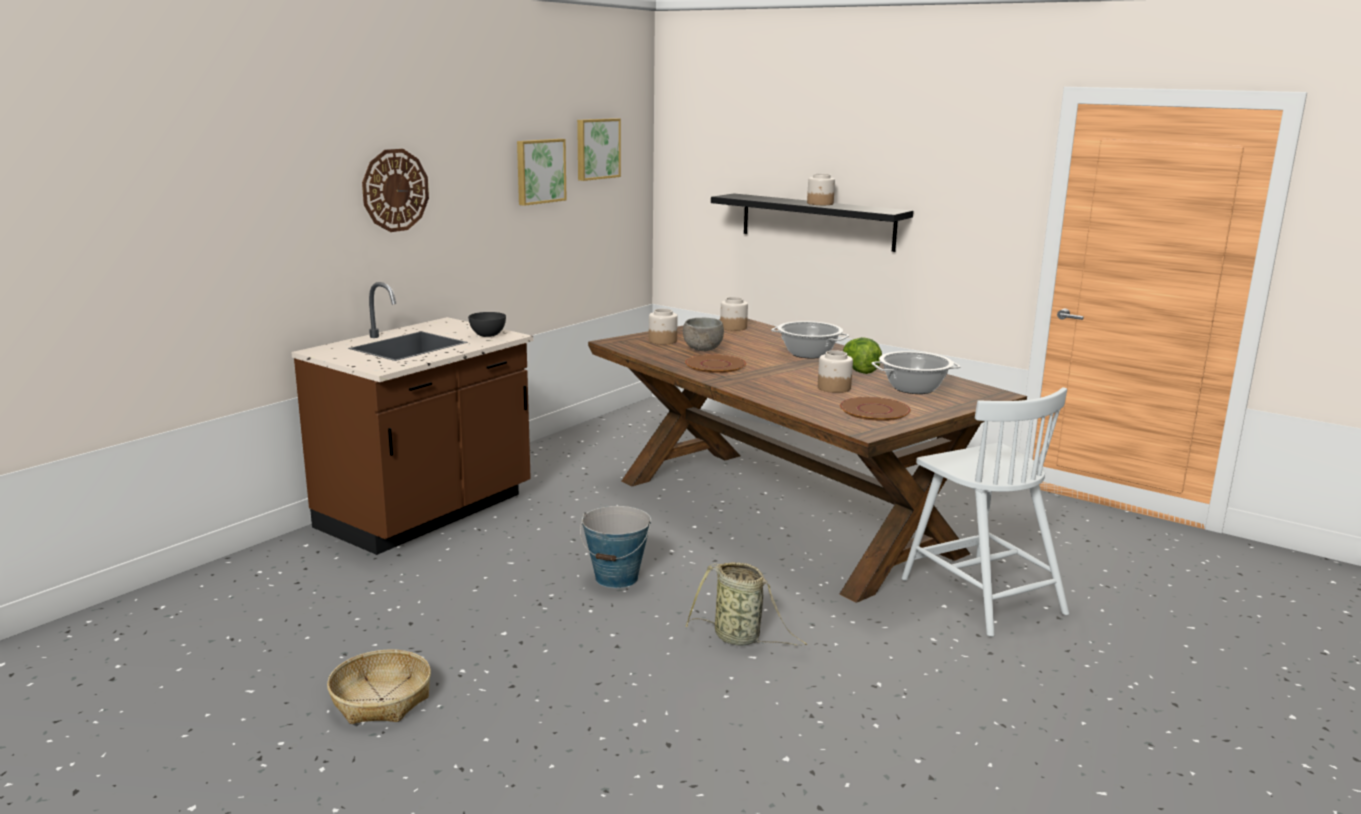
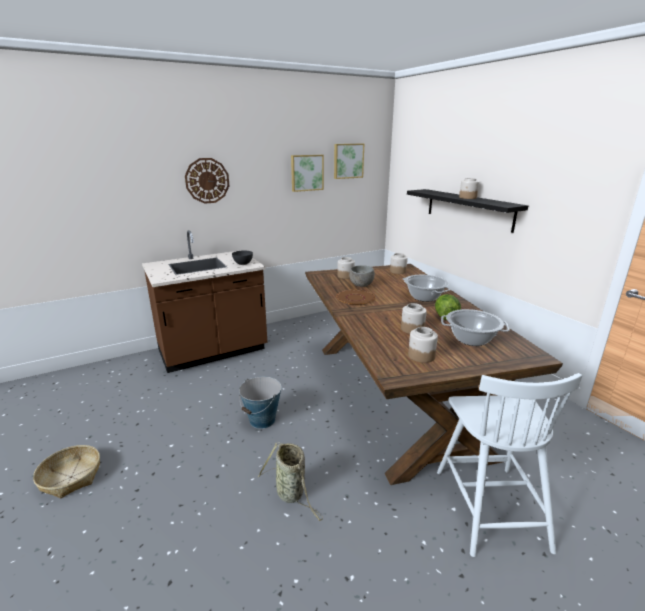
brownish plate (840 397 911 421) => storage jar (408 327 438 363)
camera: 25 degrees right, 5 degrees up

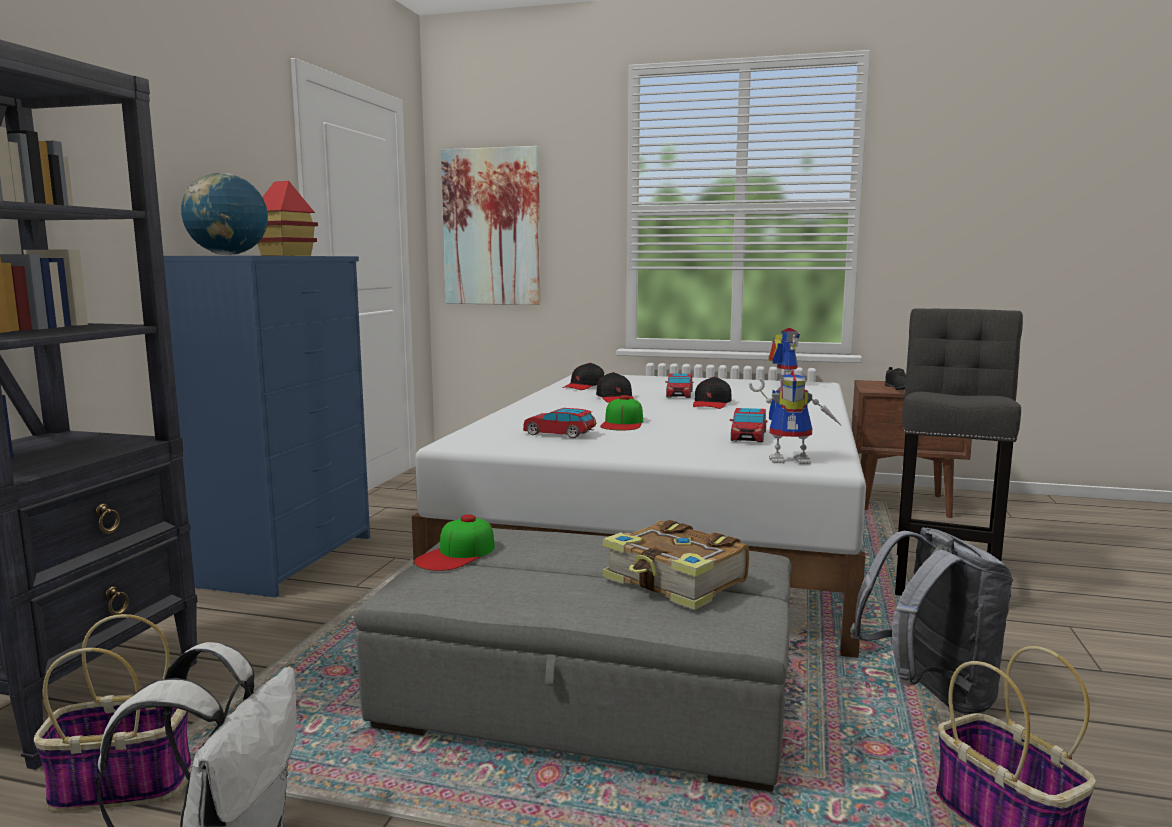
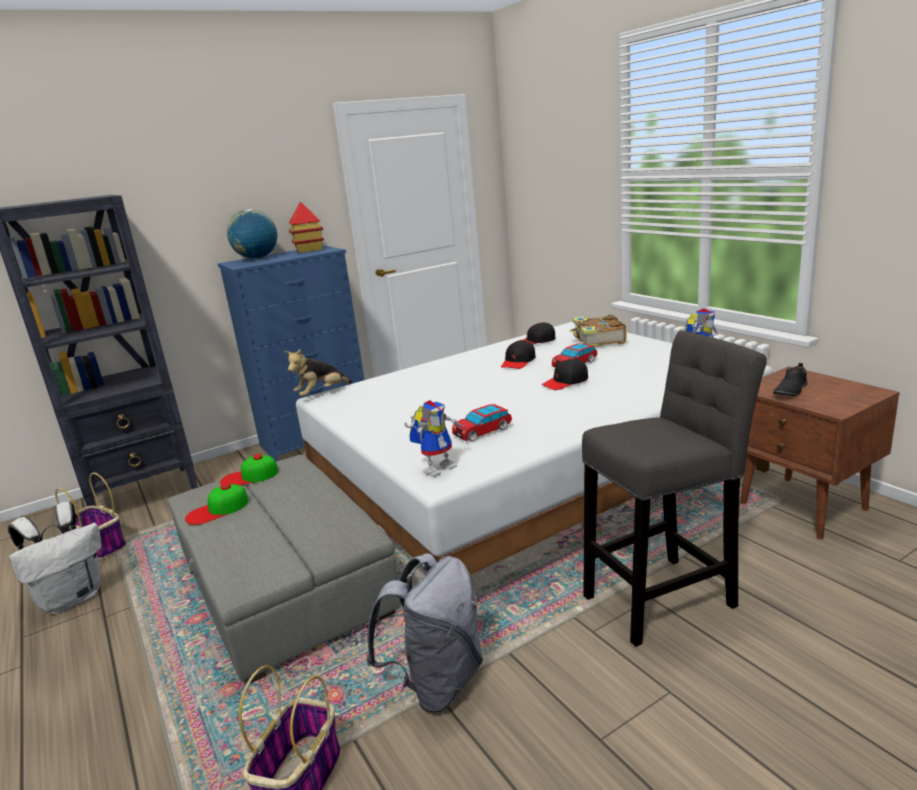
cap (600 395 643 430) => cap (185 483 249 525), move
nothing => plush toy (284 349 353 397)
robot figure (749 370 843 464) => robot figure (404 400 466 477), 90 degrees counterclockwise
bound book (603 520 749 610) => bound book (569 315 626 348), move
wall art (441 146 541 305) => nothing
miniature car (523 408 596 438) => nothing
camera: 45 degrees right, 10 degrees up

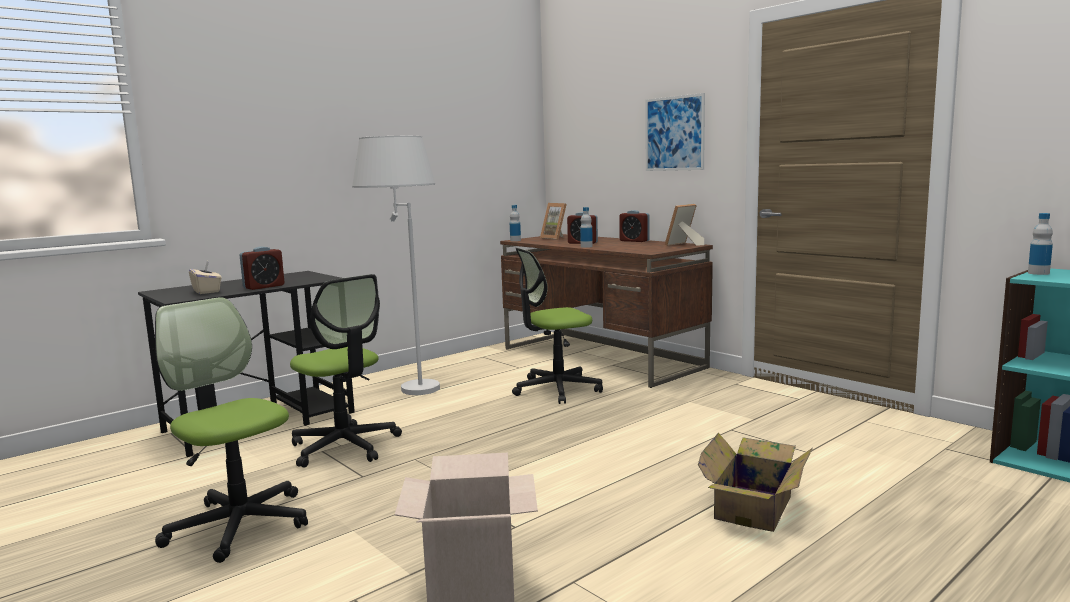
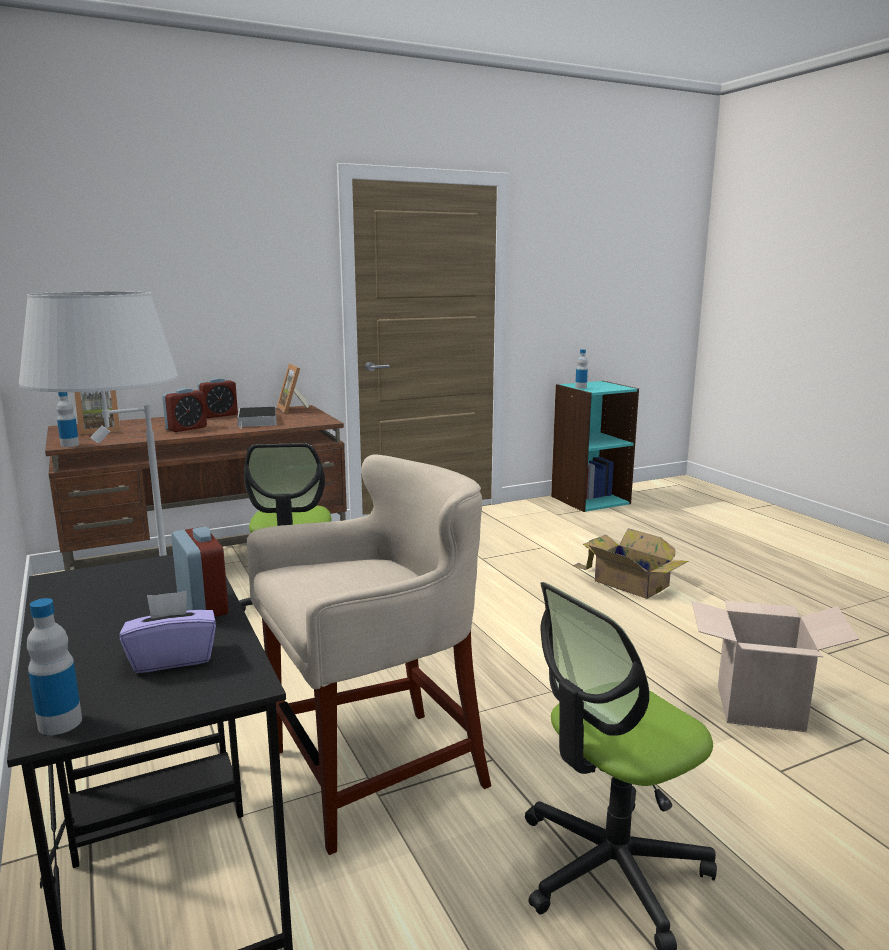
beverage bottle (580 207 593 248) => beverage bottle (27 598 82 735), move
beige tissue holder (189 261 222 294) => purple-coloured tissue holder (120 591 216 673)
nothing => bound book (237 407 277 429)
desk chair (290 274 402 468) => beige sitting stool (247 454 491 855)
wall art (645 93 705 171) => nothing
camera: 75 degrees left, 5 degrees up

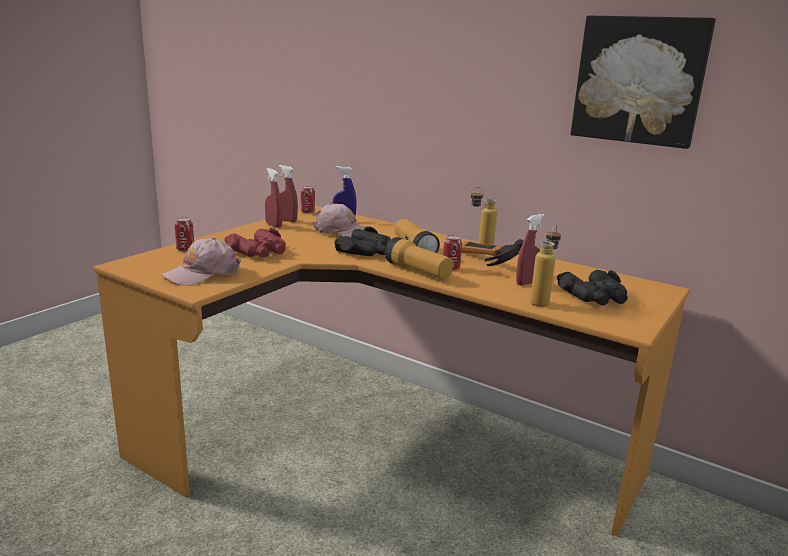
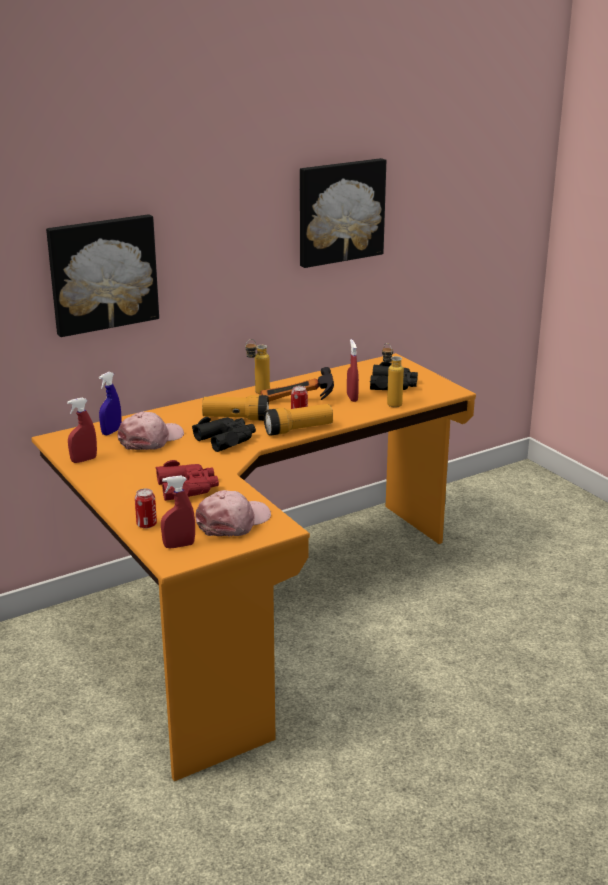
nothing => wall art (46 214 159 337)
red hand sprayer (265 168 282 228) => red hand sprayer (161 475 195 548), move
pink-coloured cap (161 237 241 286) => pink-coloured cap (195 490 271 536), 120 degrees counterclockwise
can (301 186 315 214) => nothing
camera: 65 degrees left, 5 degrees up

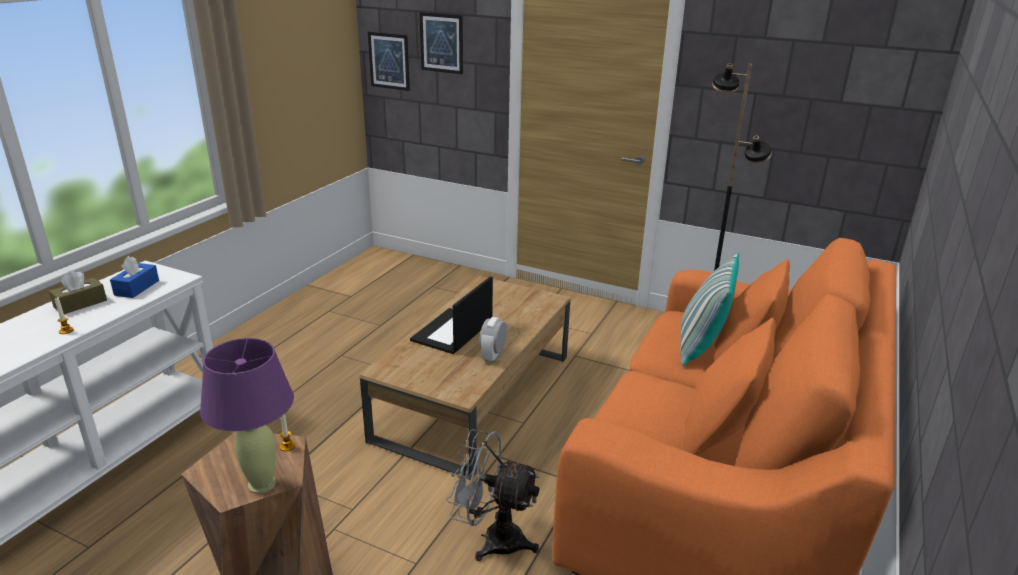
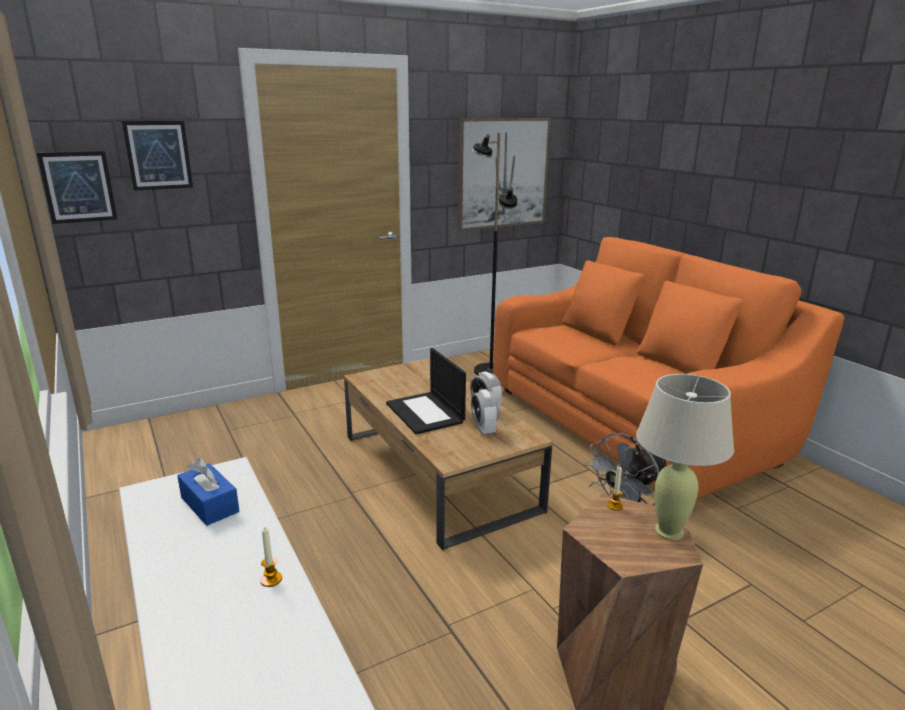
nothing => wall art (458 118 551 231)
nothing => bedside clock (471 389 499 435)
purple-coloured table lamp (200 338 294 494) => beige table lamp (636 374 734 541)
brownish tissue holder (49 270 107 314) => nothing
throw pillow (680 253 739 366) => nothing
camera: 55 degrees left, 5 degrees down

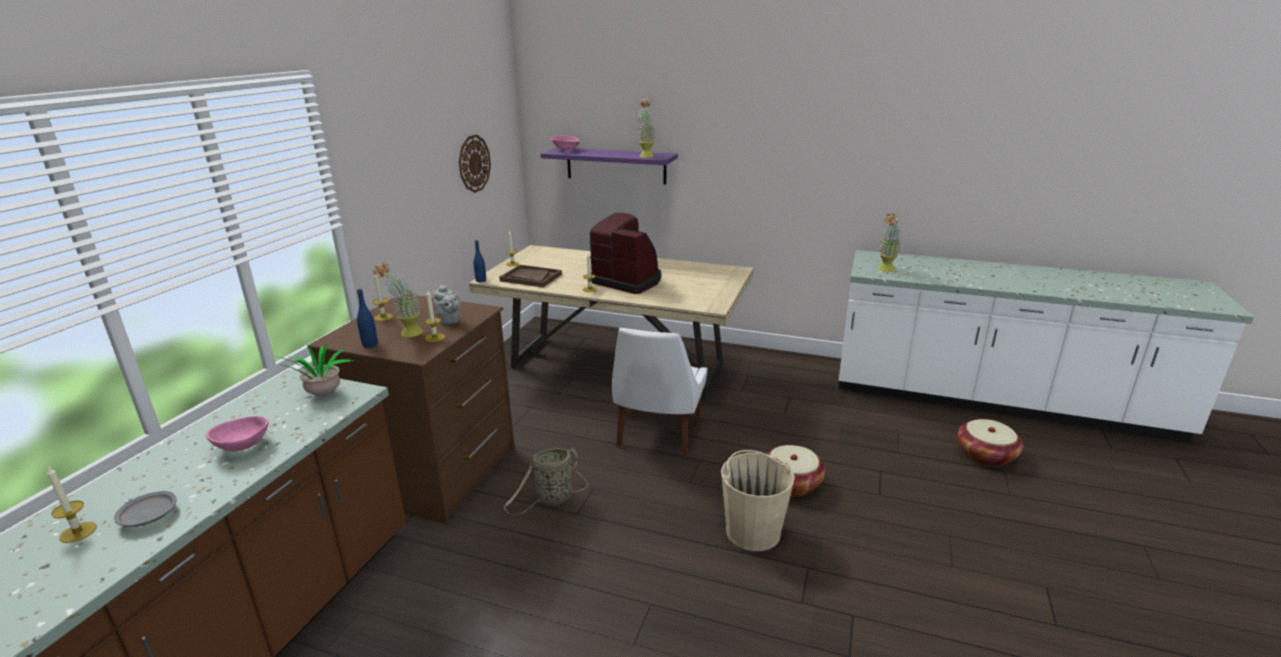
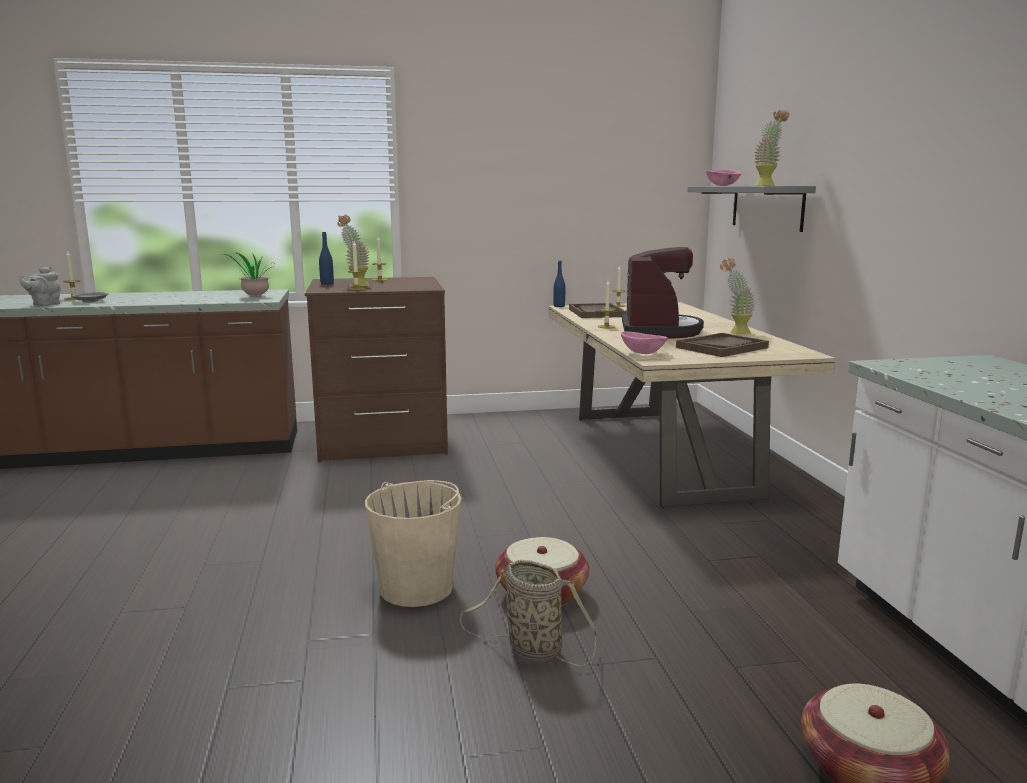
grey pot for tea (433 284 461 324) => grey pot for tea (20 267 60 306), move
household basket (503 448 588 515) => household basket (460 560 597 666), move
pink-coloured bowl (205 416 269 451) => pink-coloured bowl (621 331 668 354), move
nothing => brownish serving tray (676 333 769 357)
purple-coloured wall shelf (541 147 678 185) => grey wall shelf (688 186 816 232)
houseplant (878 214 901 272) => houseplant (720 258 755 335), move
hanging clock (459 134 491 193) => nothing
white-coloured plain chair (612 328 707 457) => nothing
camera: 60 degrees right, 10 degrees down

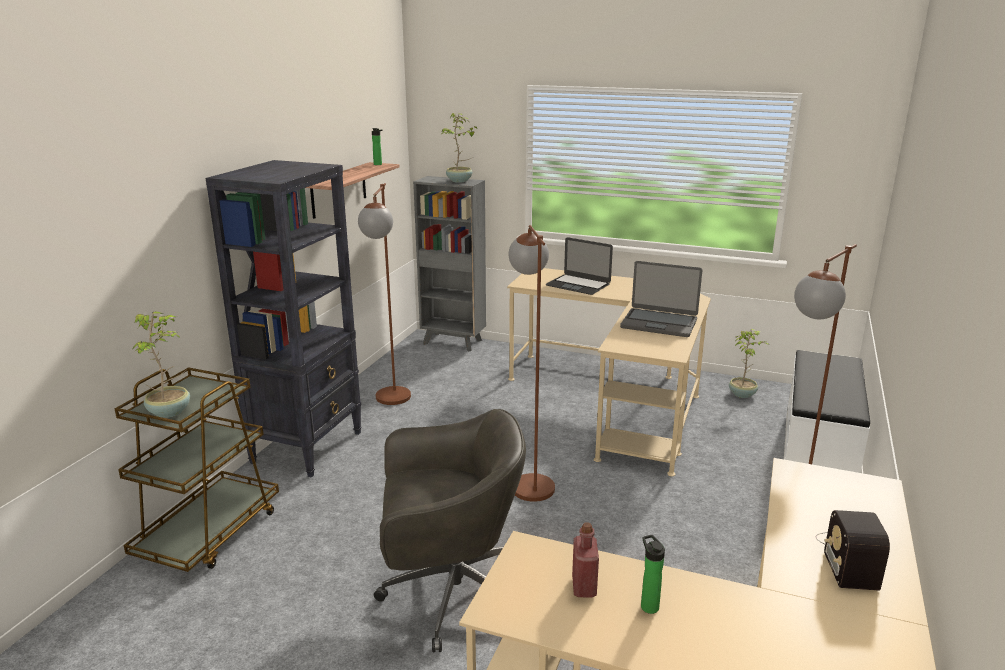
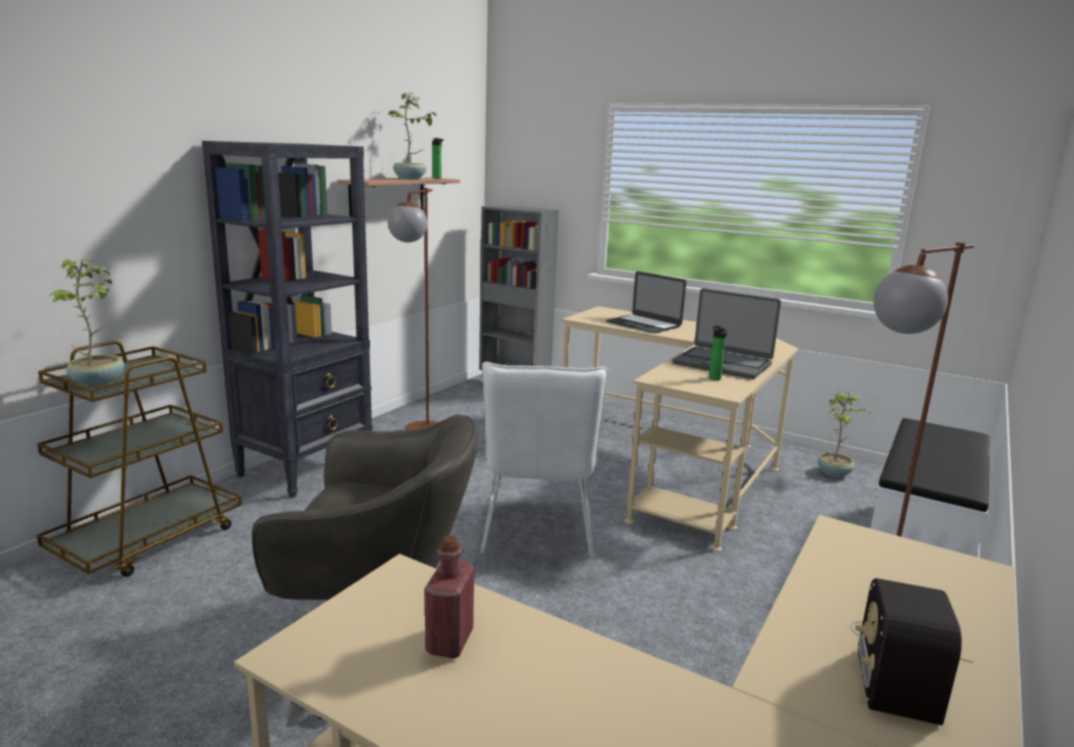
houseplant (441 113 477 183) => houseplant (387 93 437 180), move
brownish standing lamp (508 225 555 502) => white-coloured plain chair (481 362 608 559)
beverage bottle (641 535 665 614) => beverage bottle (709 326 727 380), move
camera: 10 degrees right, 5 degrees down

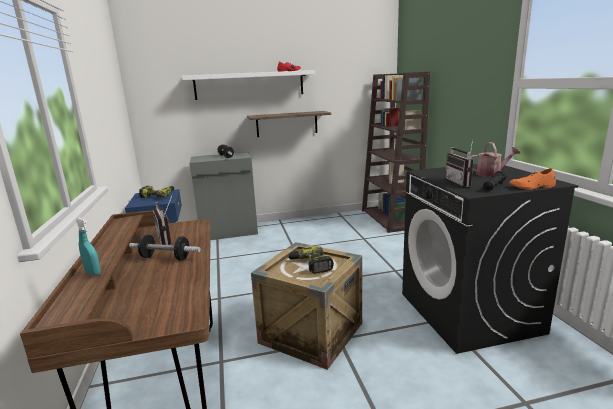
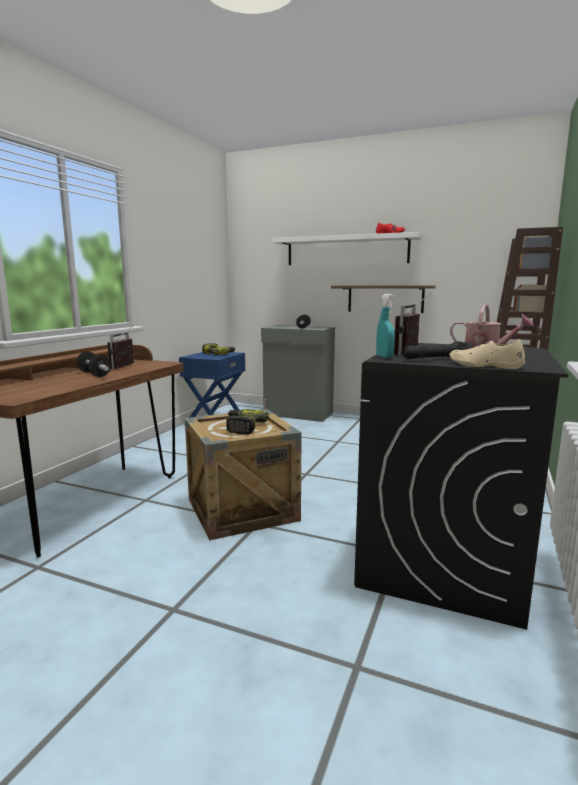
turquoise hand sprayer (75 218 101 276) => turquoise hand sprayer (376 294 395 358), move
orange shoe (509 168 556 190) => beige shoe (449 339 525 369)
camera: 35 degrees right, 5 degrees down

